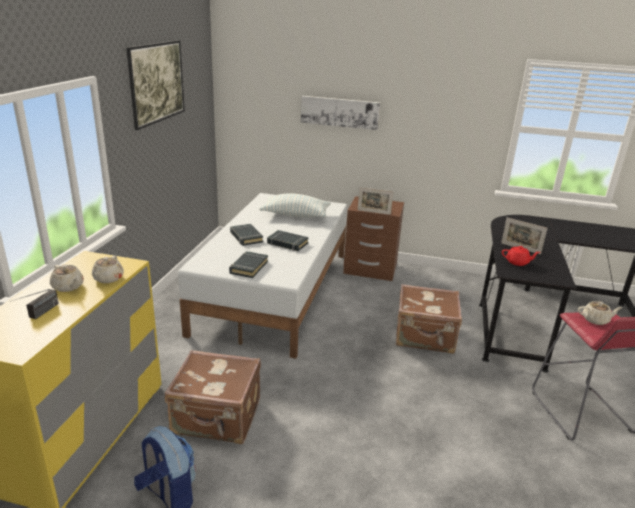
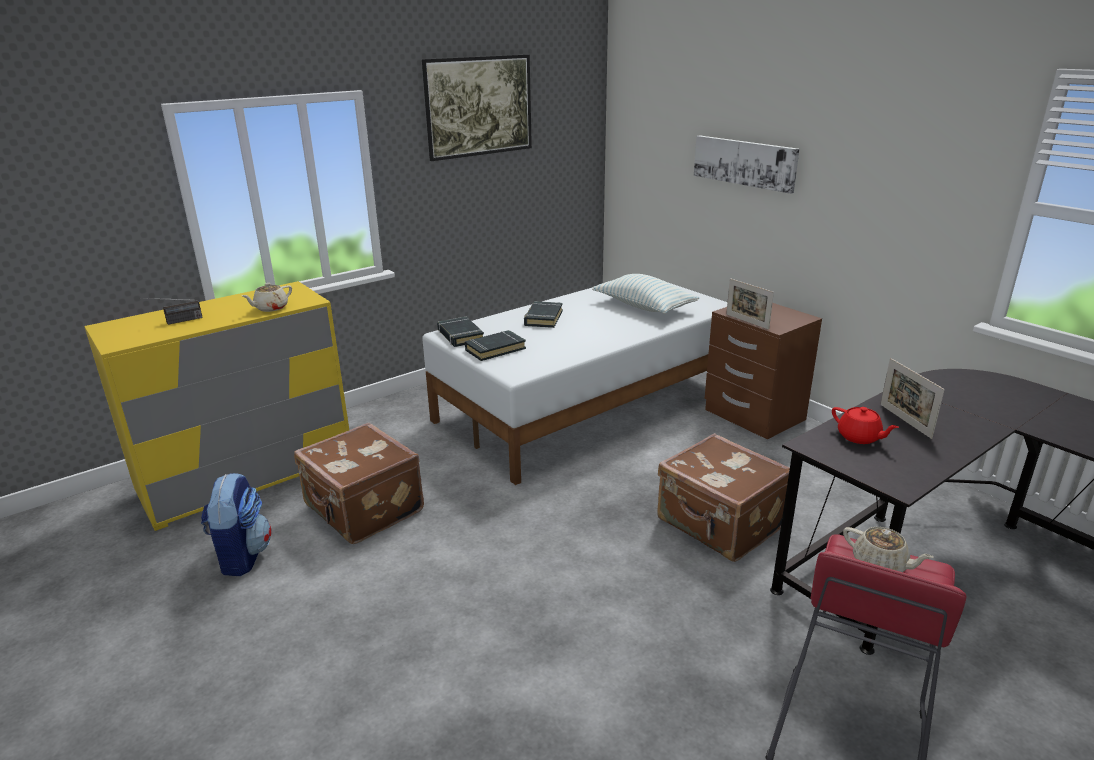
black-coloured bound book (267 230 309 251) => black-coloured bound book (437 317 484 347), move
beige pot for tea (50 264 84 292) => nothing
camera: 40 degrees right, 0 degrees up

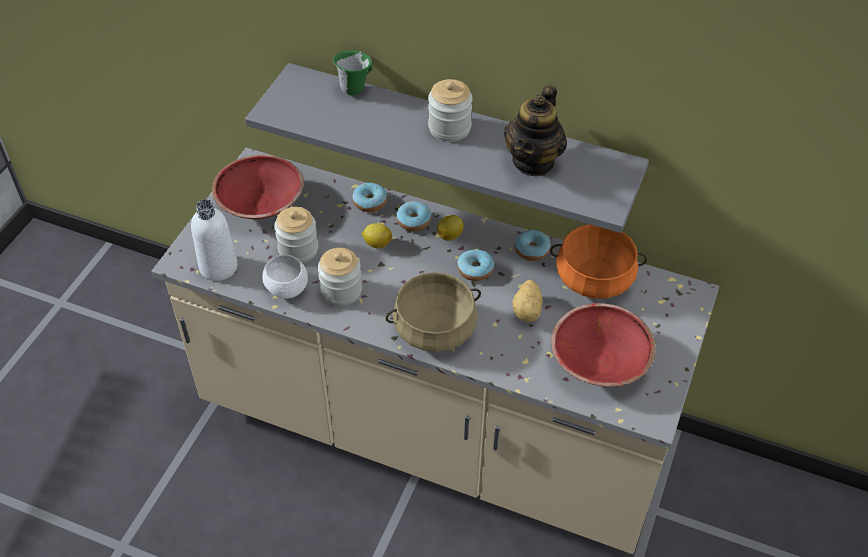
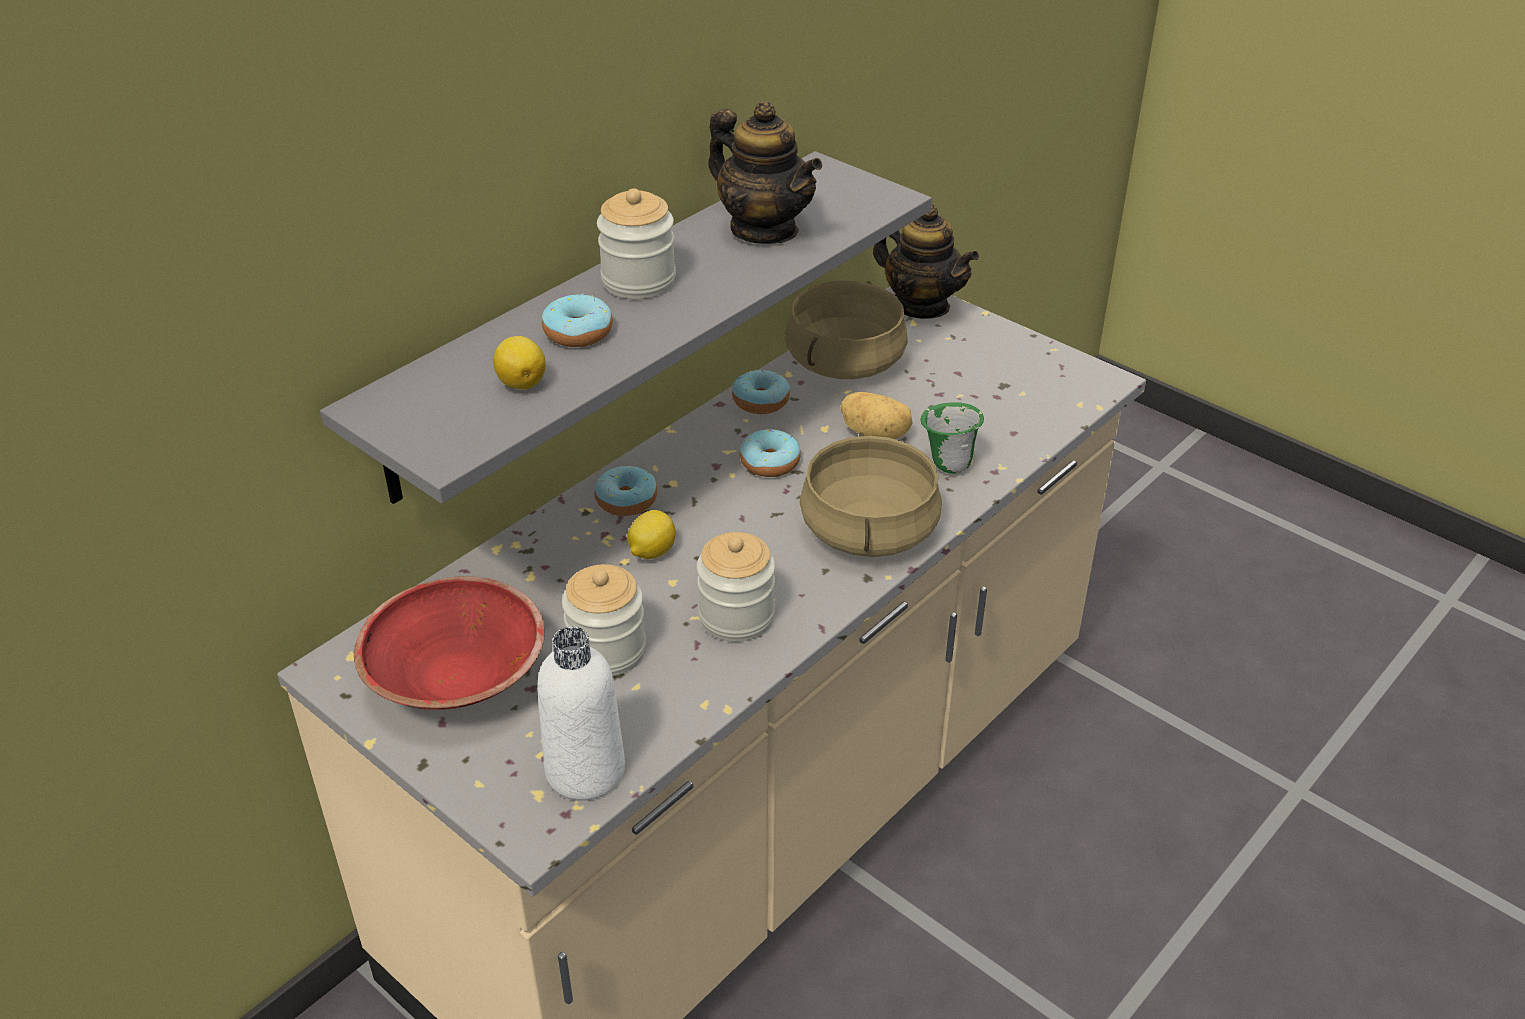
lemon (437 215 464 241) => lemon (493 336 546 390), move
doughnut (352 183 387 212) => doughnut (542 294 613 347), move
orange cooking pot (550 224 647 299) => beige cooking pot (785 281 908 379)
nothing => pot for tea (873 204 979 319)
greenish coffee mug (333 50 372 95) => greenish coffee mug (920 402 984 474), move
white-coloured bowl (262 255 308 299) => nothing
red bowl (551 303 656 387) => nothing
camera: 70 degrees left, 10 degrees down

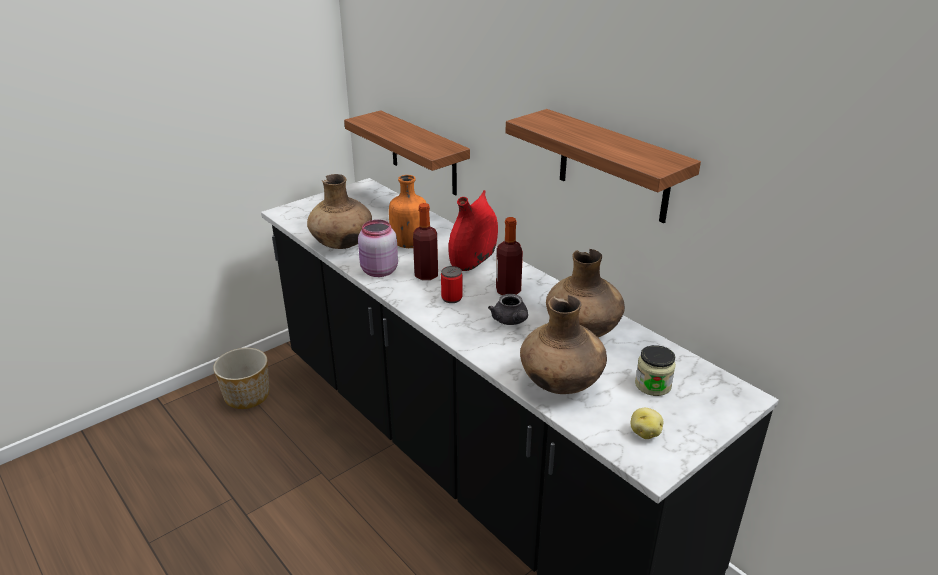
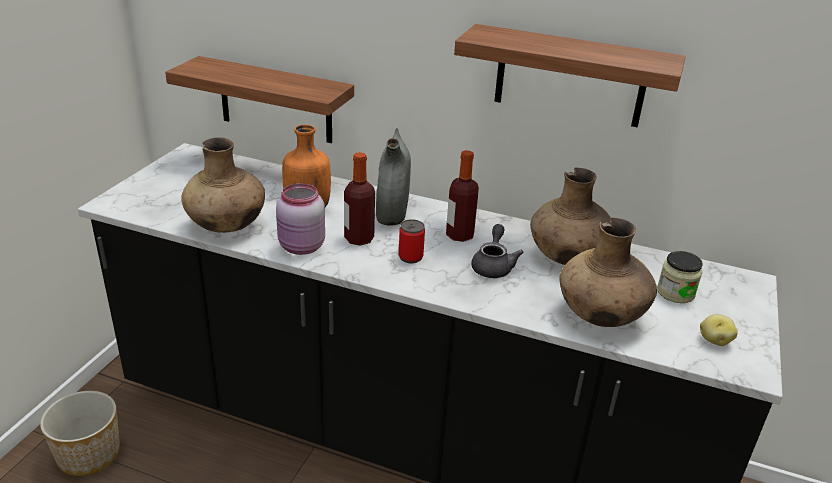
red flower vase (448 190 498 271) => grey flower vase (376 128 411 225)
grey pot for tea (488 294 528 325) => grey pot for tea (471 224 524 278), 120 degrees counterclockwise
camera: 30 degrees left, 0 degrees up

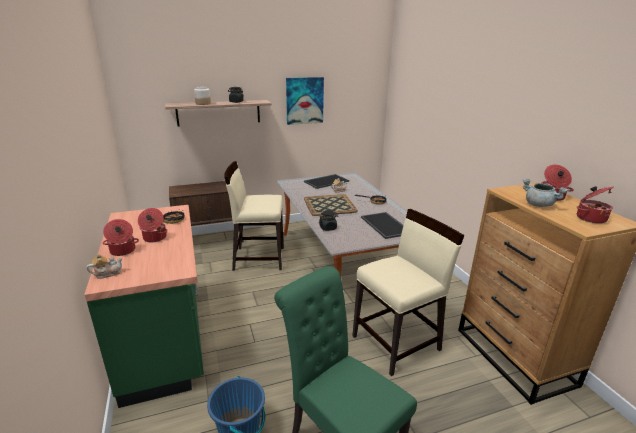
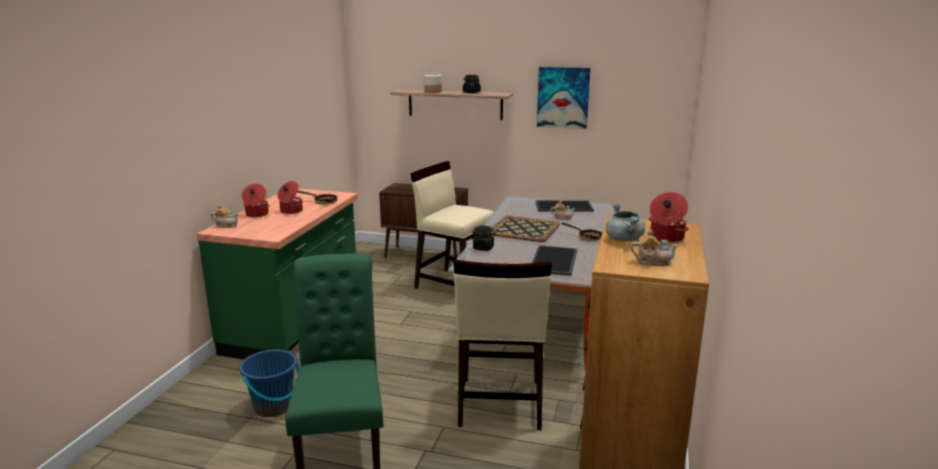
beige plain chair (352 209 464 376) => beige plain chair (453 260 552 430), 90 degrees clockwise
cooking pot (577 186 614 224) => pot for tea (630 229 678 266)
camera: 35 degrees right, 5 degrees down

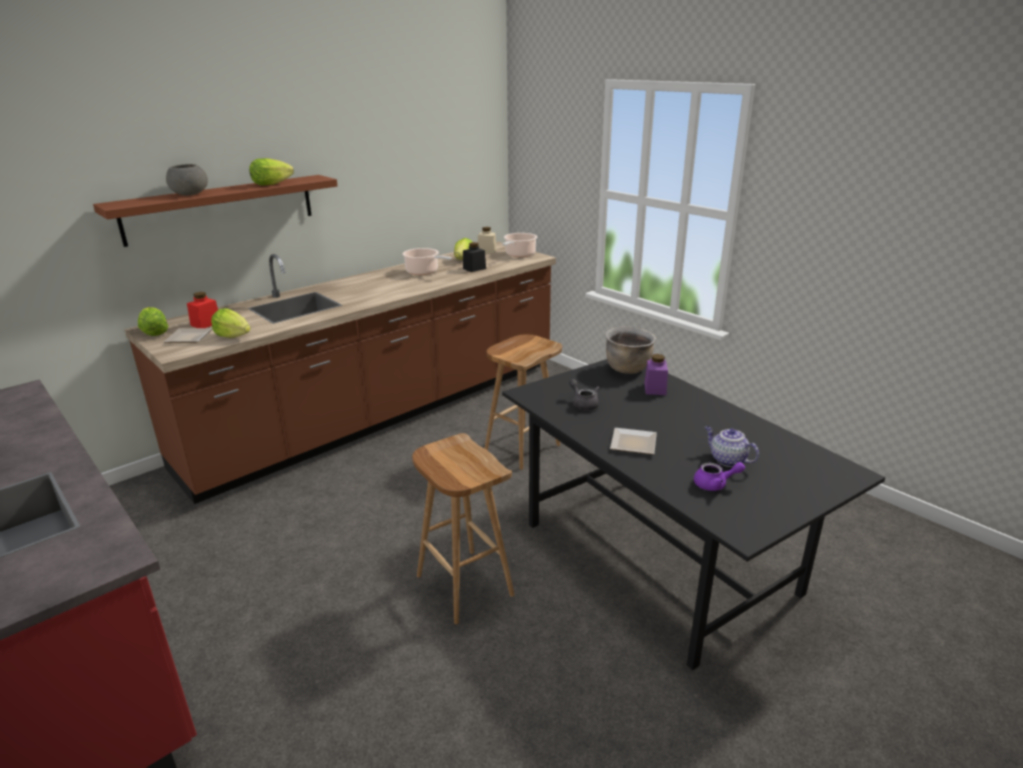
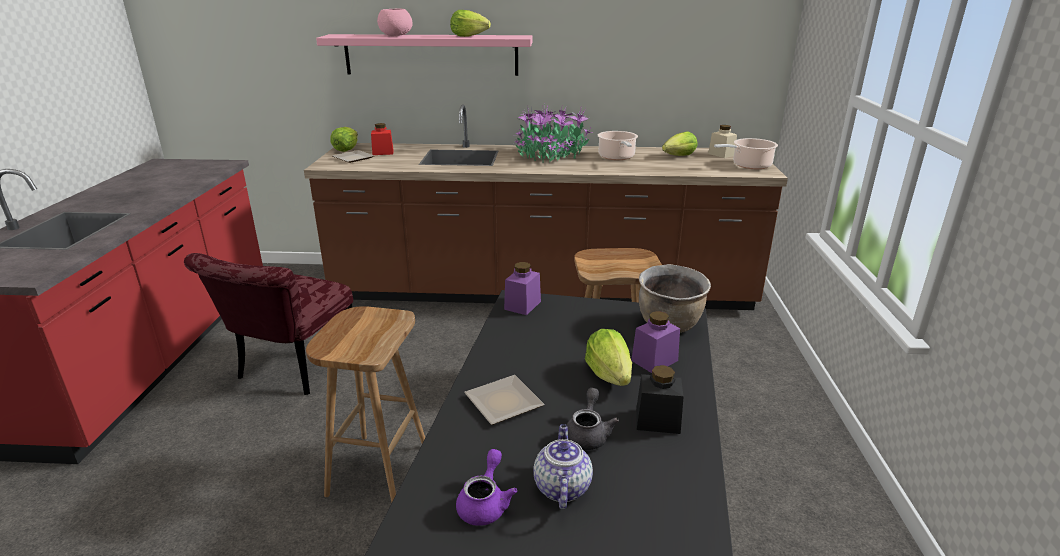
nothing => red plain chair (184 253 353 395)
brownish wall shelf (93 175 338 247) => pink-coloured wall shelf (316 34 533 76)
grey bowl (166 164 208 196) => pink-coloured bowl (377 9 413 36)
purple-coloured pot for tea (694 462 745 491) => purple-coloured pot for tea (456 449 517 526), 120 degrees counterclockwise
nothing => purple-coloured storage jar (504 262 541 315)
nothing => houseplant (514 106 593 163)
grey pot for tea (569 379 599 410) => grey pot for tea (567 388 619 450), move
lettuce (211 308 251 338) => lettuce (585 329 632 386), move
black-coloured storage jar (463 242 486 272) => black-coloured storage jar (636 365 684 434), move
camera: 45 degrees right, 0 degrees up

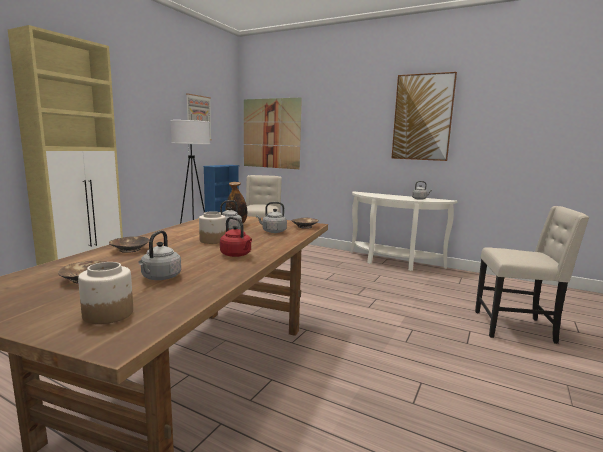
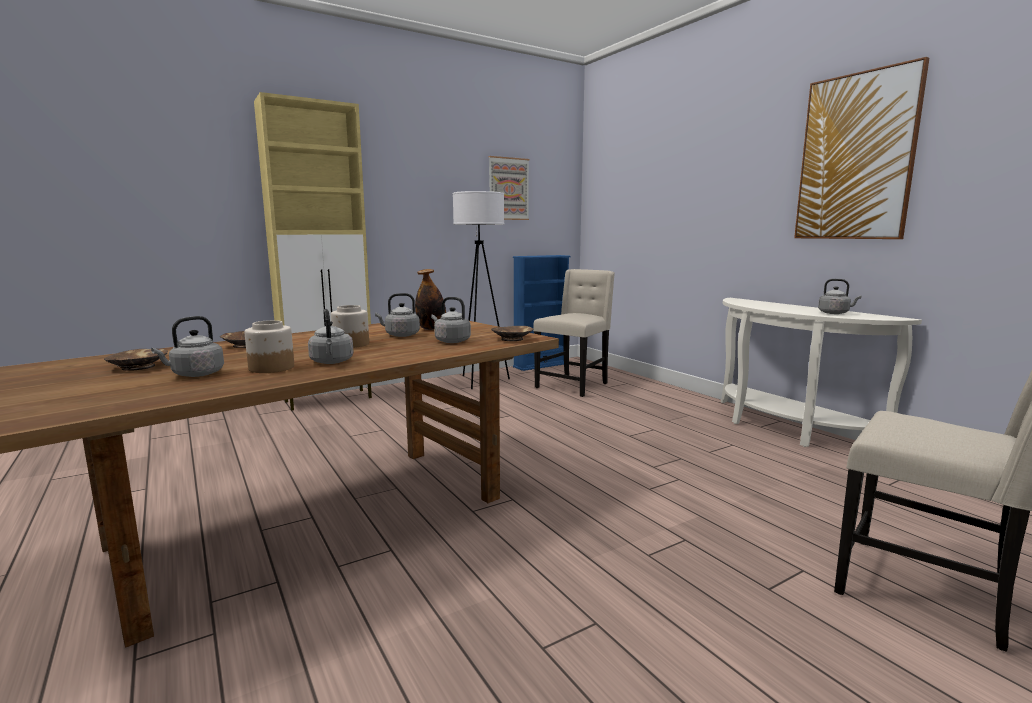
storage jar (78 262 133 324) => storage jar (245 320 294 373), move
red tea kettle (220 217 252 257) => grey tea kettle (308 309 353 364)
wall art (244 97 302 169) => nothing
camera: 30 degrees right, 0 degrees up

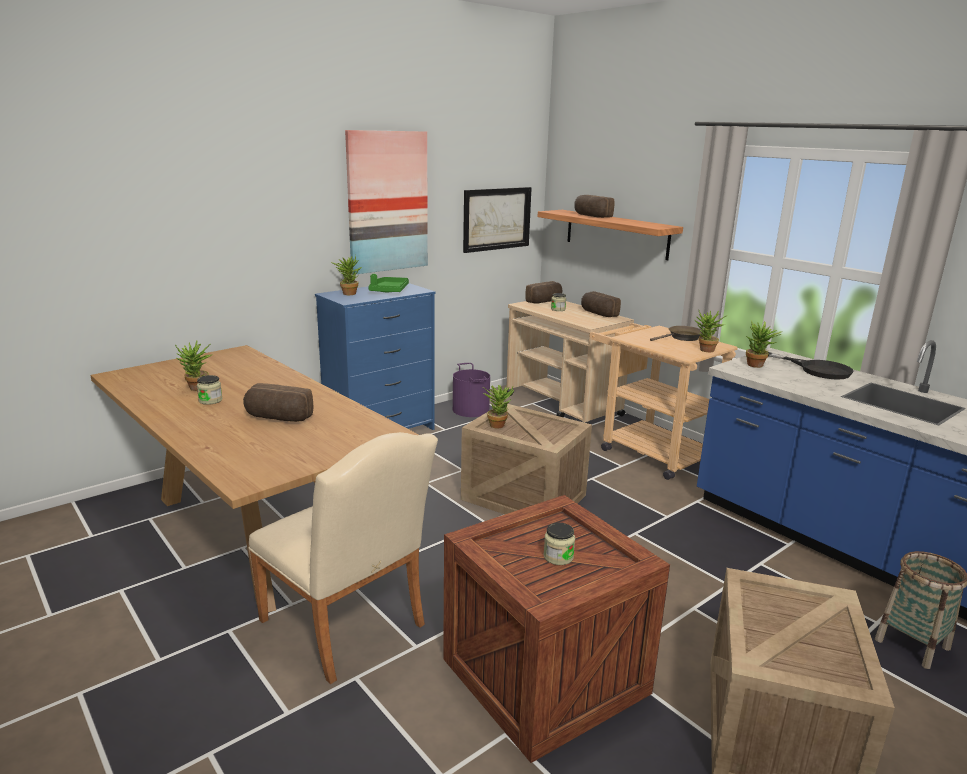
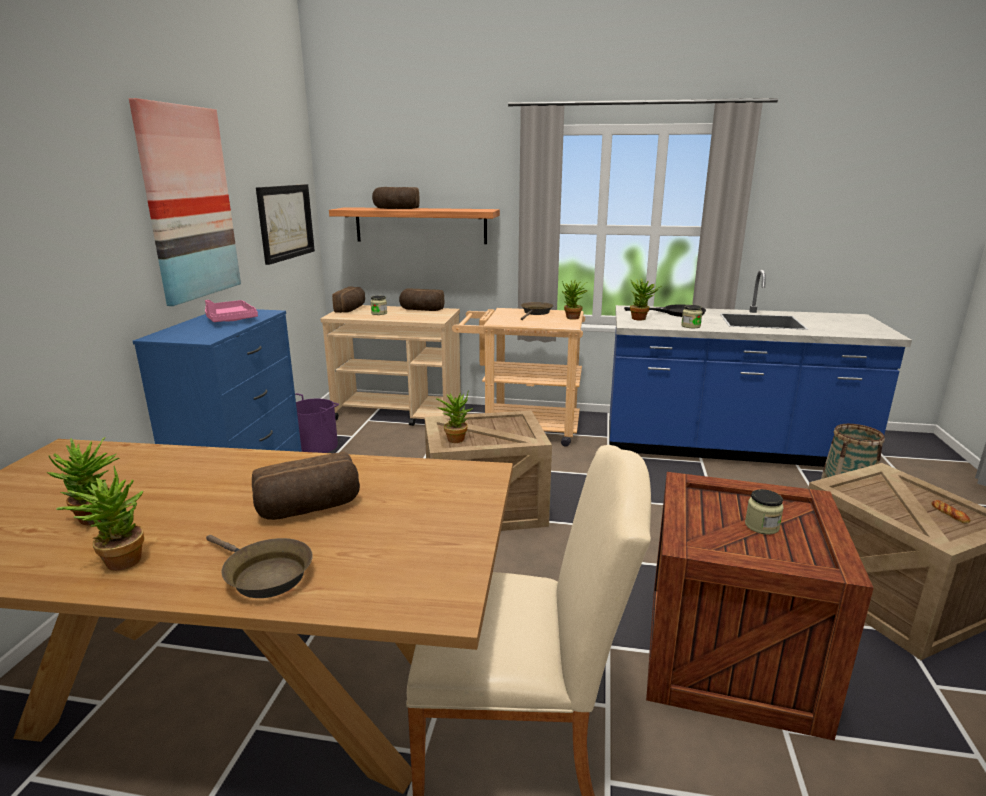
houseplant (331 254 362 295) => houseplant (56 466 144 571), move
greenish serving tray (368 274 409 292) => pink-coloured serving tray (205 300 258 322)
nothing => brownish frying pan (206 535 313 598)
storage jar (197 375 222 405) => storage jar (681 305 703 328), move
nothing => bakery bread (931 500 971 524)
camera: 40 degrees left, 0 degrees up

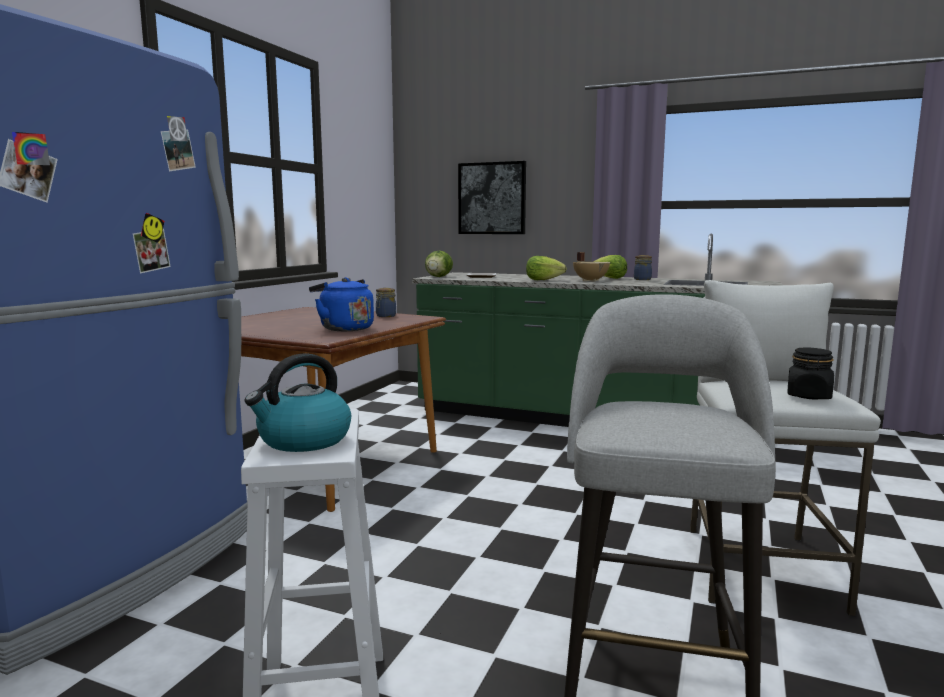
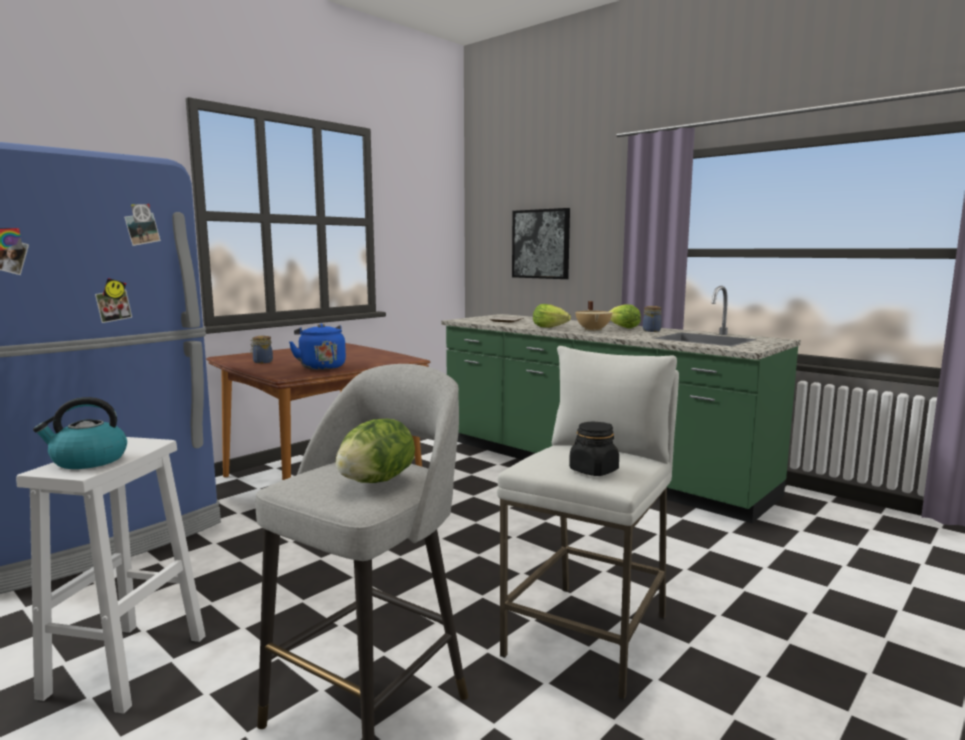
storage jar (376 288 396 317) => storage jar (250 336 273 363), move
lettuce (425 250 453 277) => lettuce (335 419 415 483), move
camera: 20 degrees right, 0 degrees up

